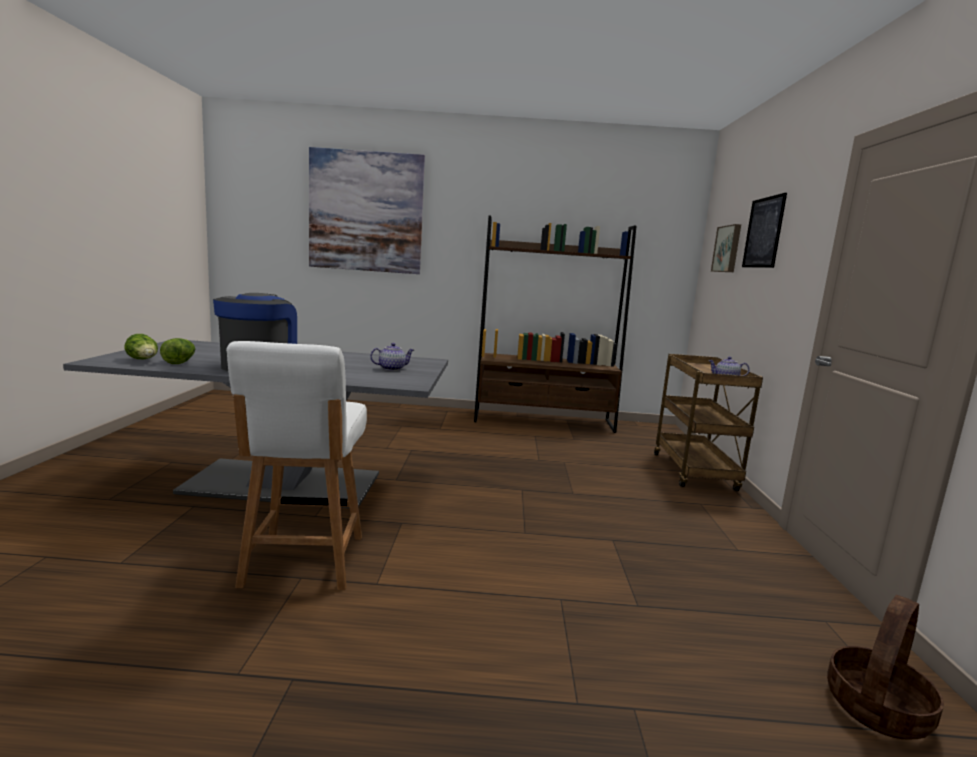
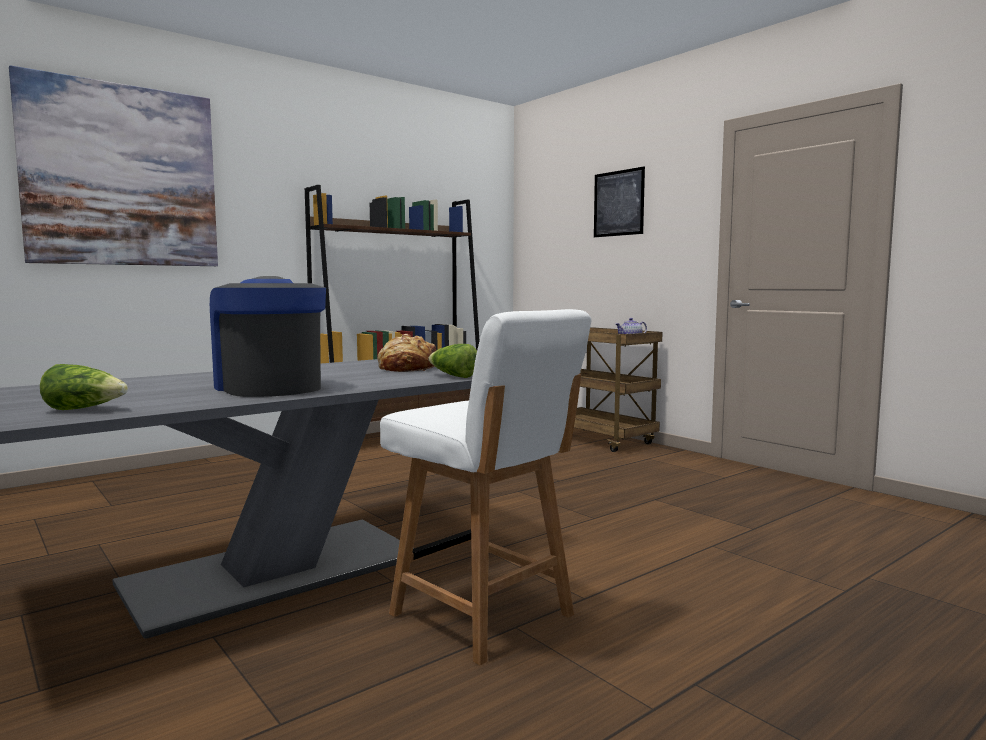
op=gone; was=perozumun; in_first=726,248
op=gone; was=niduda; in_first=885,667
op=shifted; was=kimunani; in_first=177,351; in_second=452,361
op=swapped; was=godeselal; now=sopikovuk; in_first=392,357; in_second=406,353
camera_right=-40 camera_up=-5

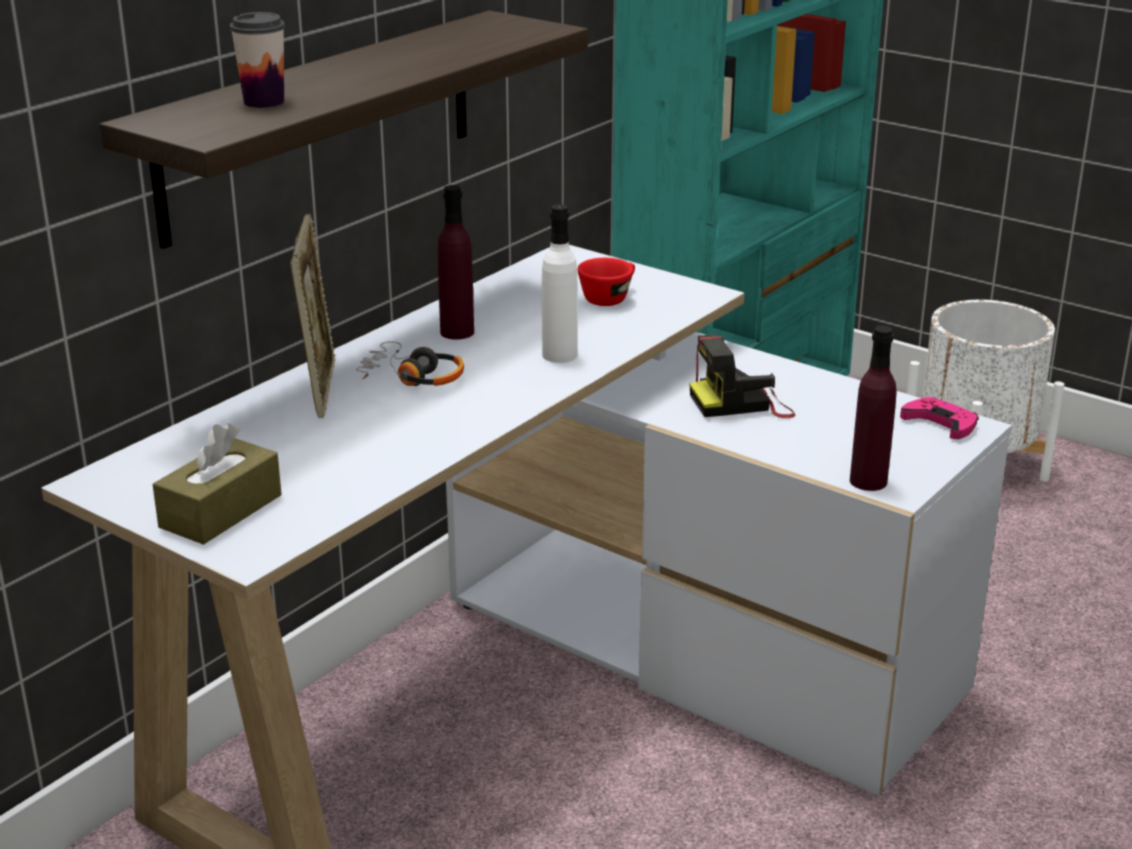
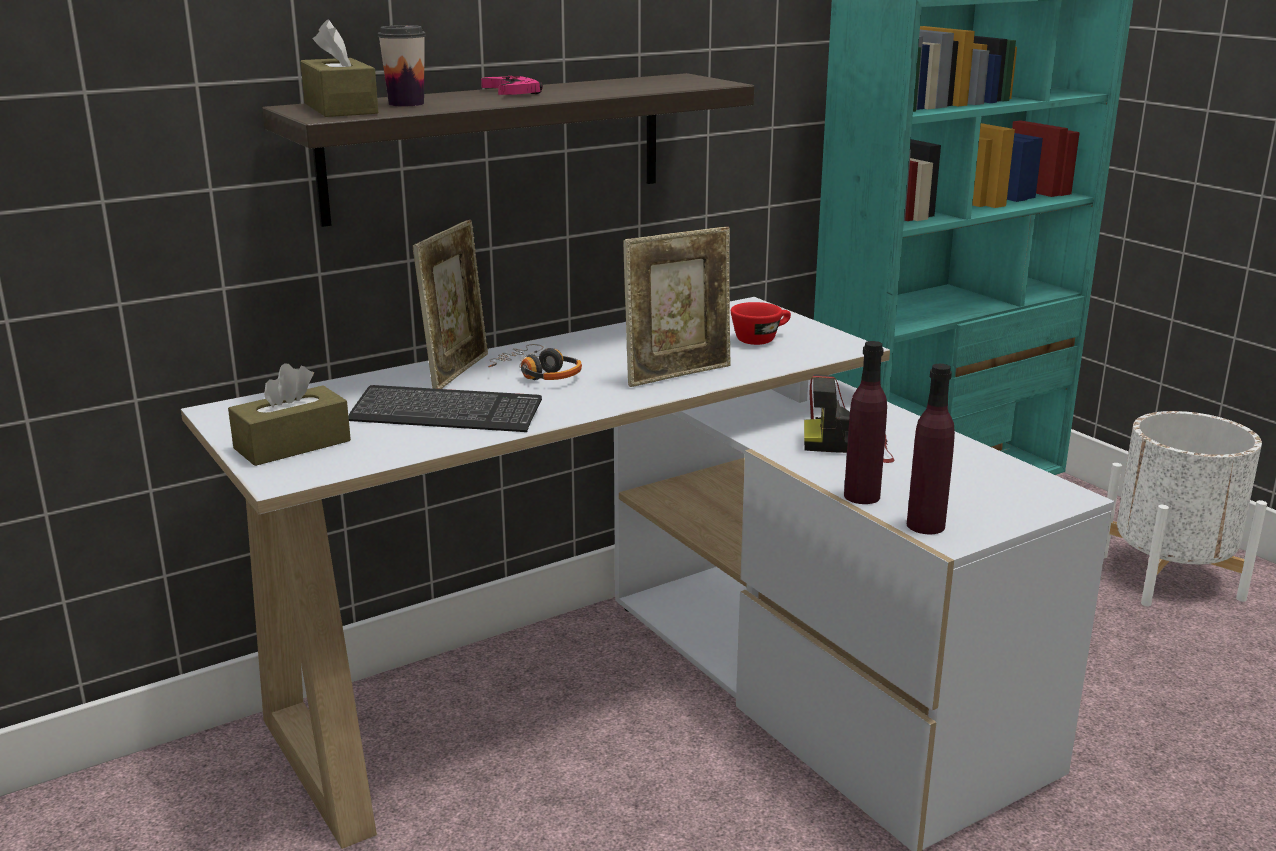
op=new; now=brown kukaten; in_second=339,68
op=new; now=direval; in_second=445,408
op=shifted; was=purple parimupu; in_first=455,262; in_second=865,422
op=shifted; was=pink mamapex; in_first=939,418; in_second=512,85
op=swapped; was=white parimupu; now=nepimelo; in_first=559,283; in_second=677,307
camera_right=20 camera_up=-5

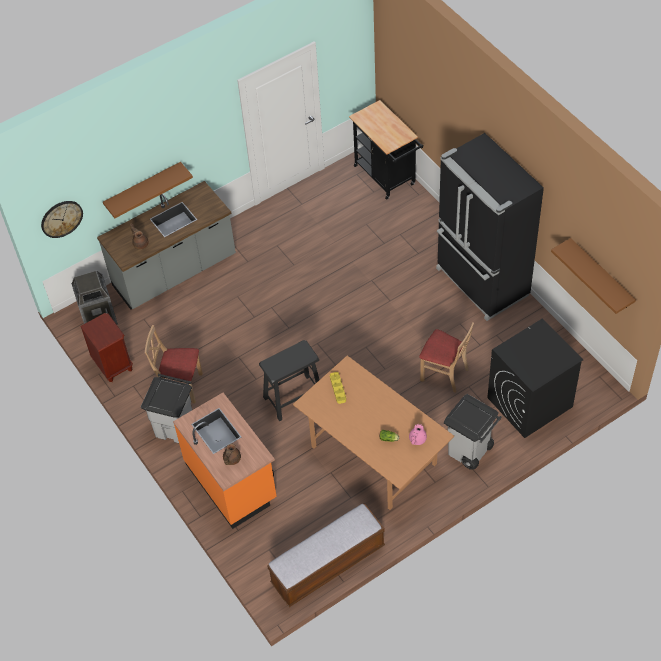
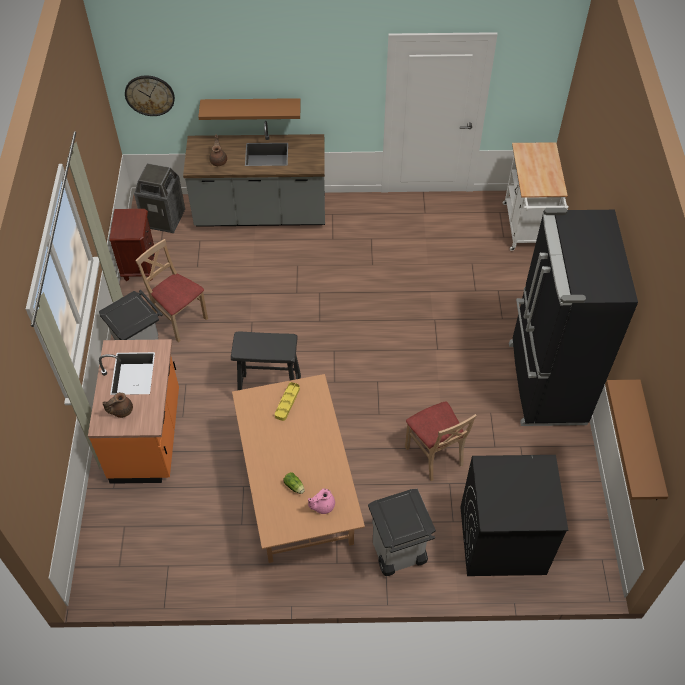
op=gone; was=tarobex; in_first=326,555
op=repainted; was=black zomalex; now=white zomalex; in_first=386,150; in_second=535,196
camera_right=30 camera_up=0

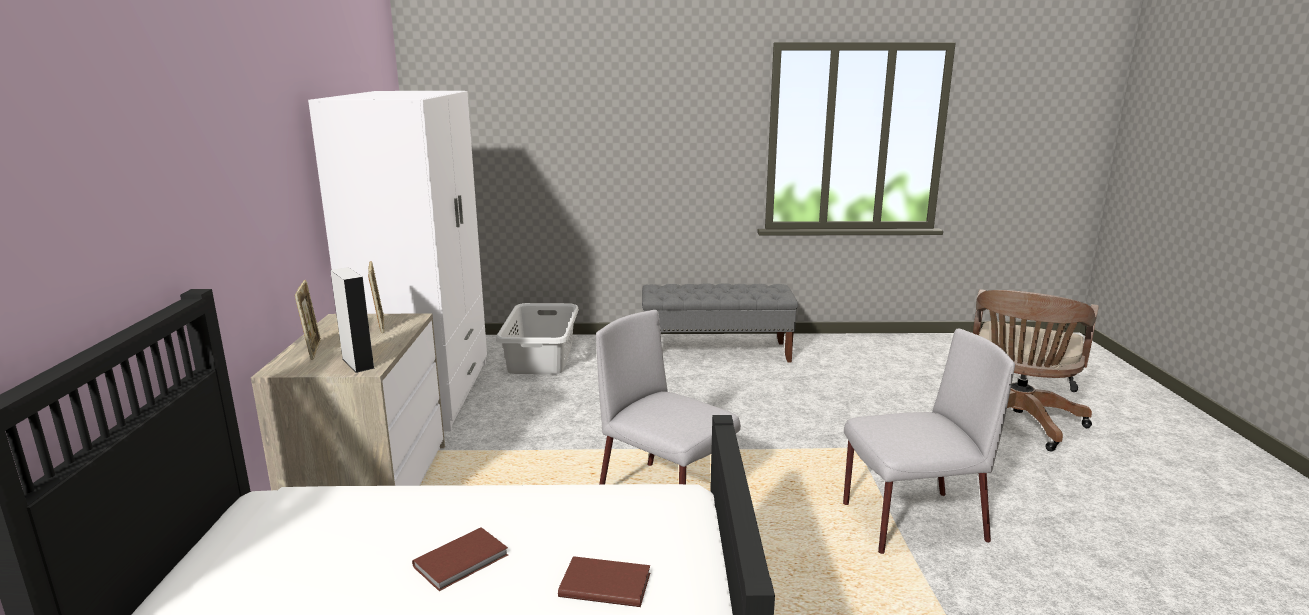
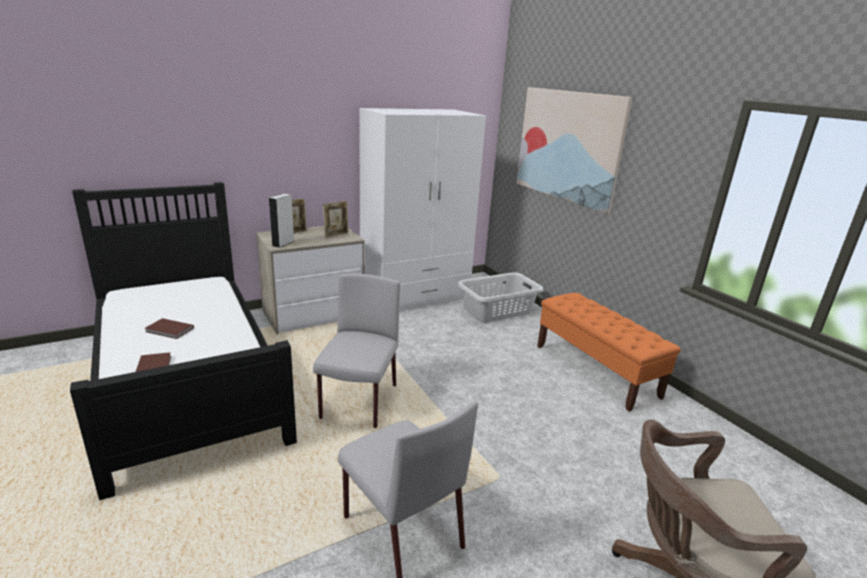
op=new; now=perozumun; in_second=574,150
op=repainted; was=grey tarobex; now=orange tarobex; in_first=720,323; in_second=609,352
camera_right=60 camera_up=5

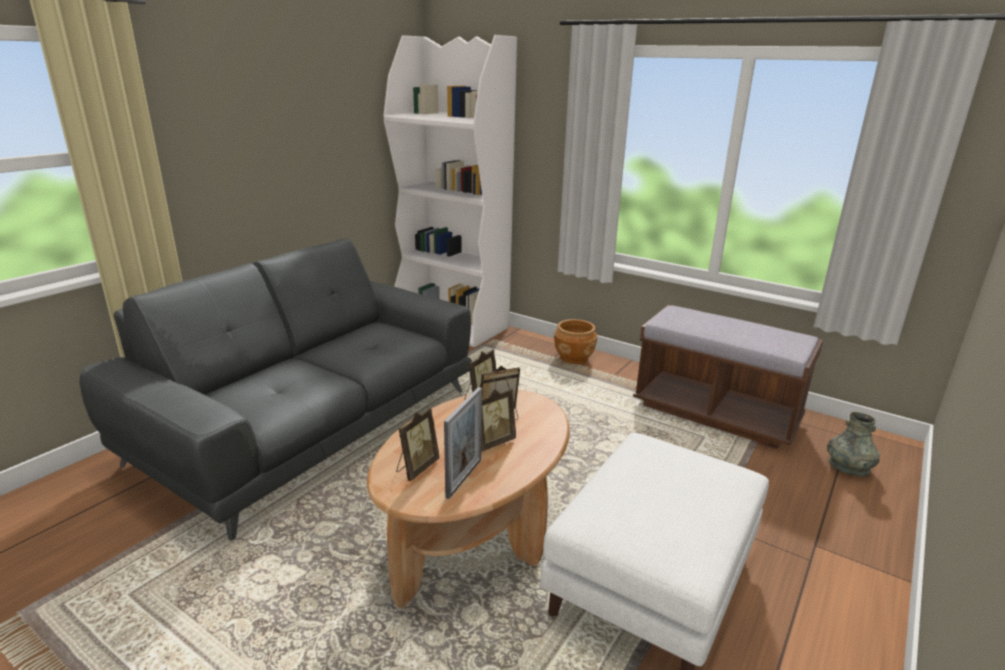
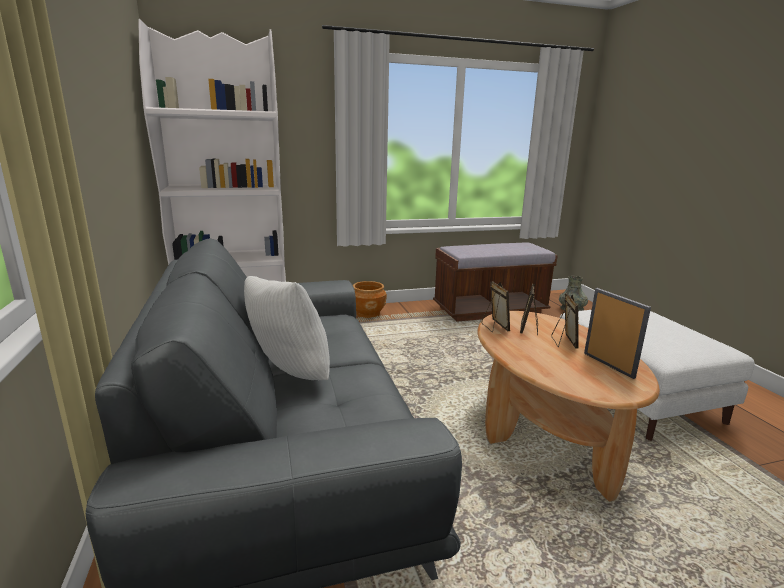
op=gone; was=nepimelo; in_first=418,444
op=new; now=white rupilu; in_second=287,328
camera_right=-50 camera_up=-5

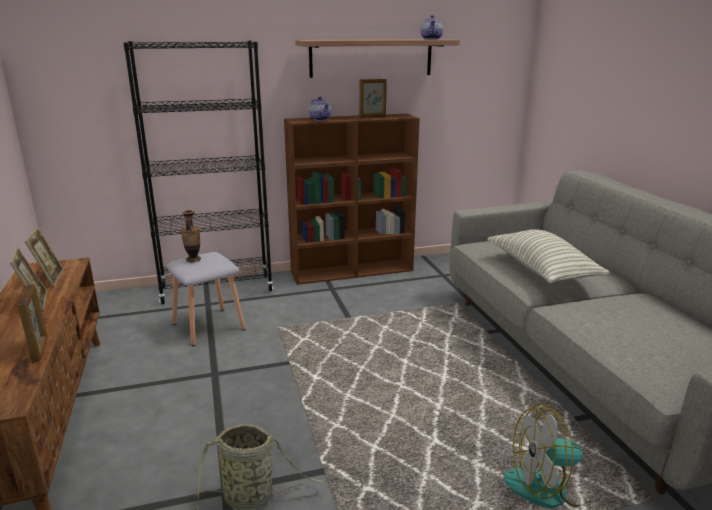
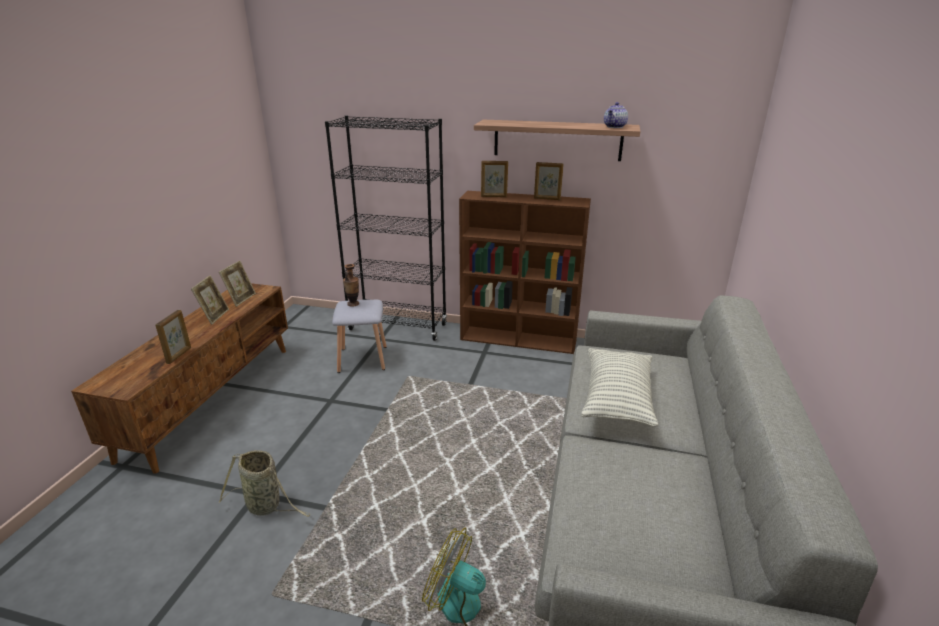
op=swapped; was=godeselal; now=nepimelo; in_first=320,109; in_second=494,179
camera_right=30 camera_up=5

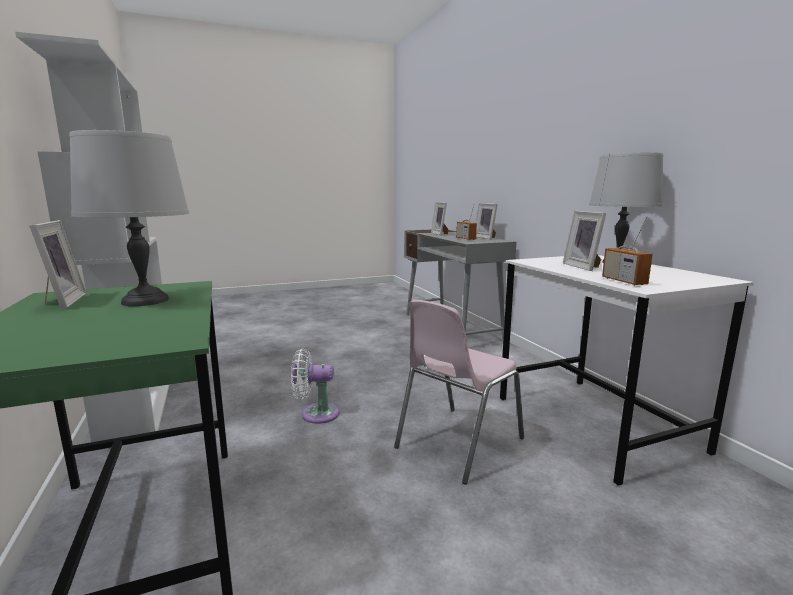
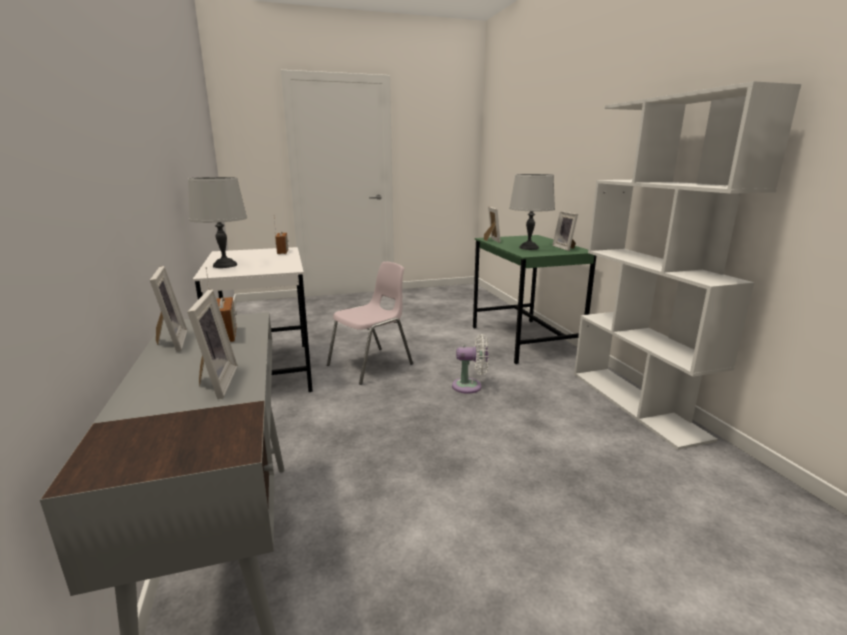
op=shifted; was=nepimelo; in_first=584,241; in_second=492,224
camera_right=-175 camera_up=5

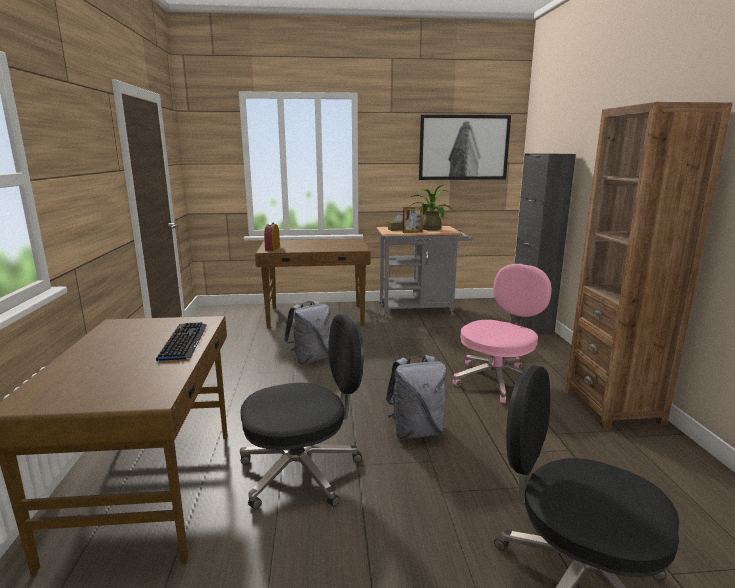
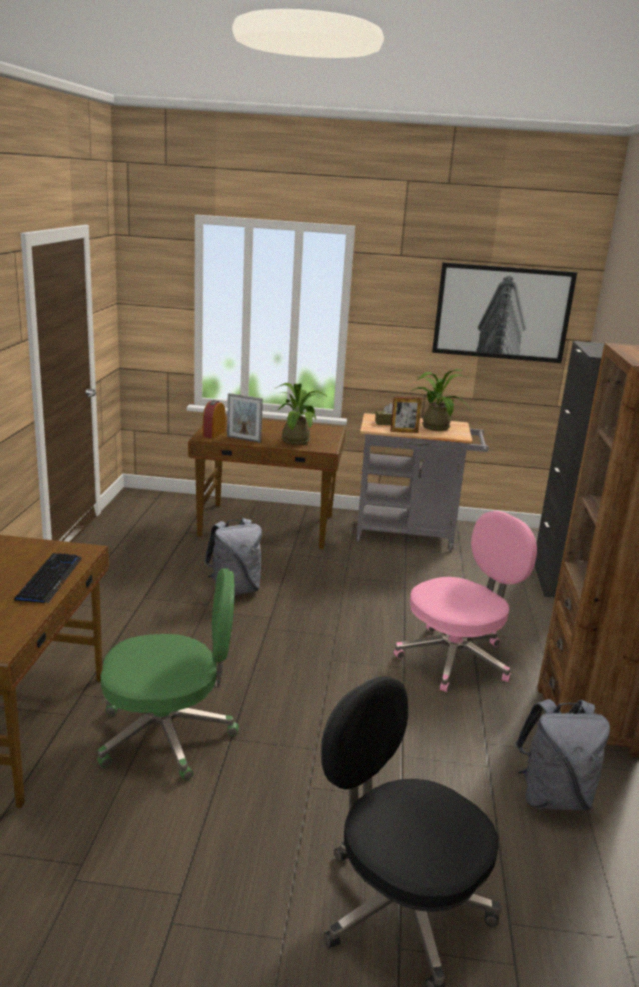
op=new; now=nepimelo; in_second=245,418
op=new; now=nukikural; in_second=301,414
op=shifted; was=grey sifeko; in_first=415,397; in_second=562,755
op=repainted; was=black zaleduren; now=green zaleduren; in_first=302,412; in_second=168,674
camera_right=10 camera_up=5

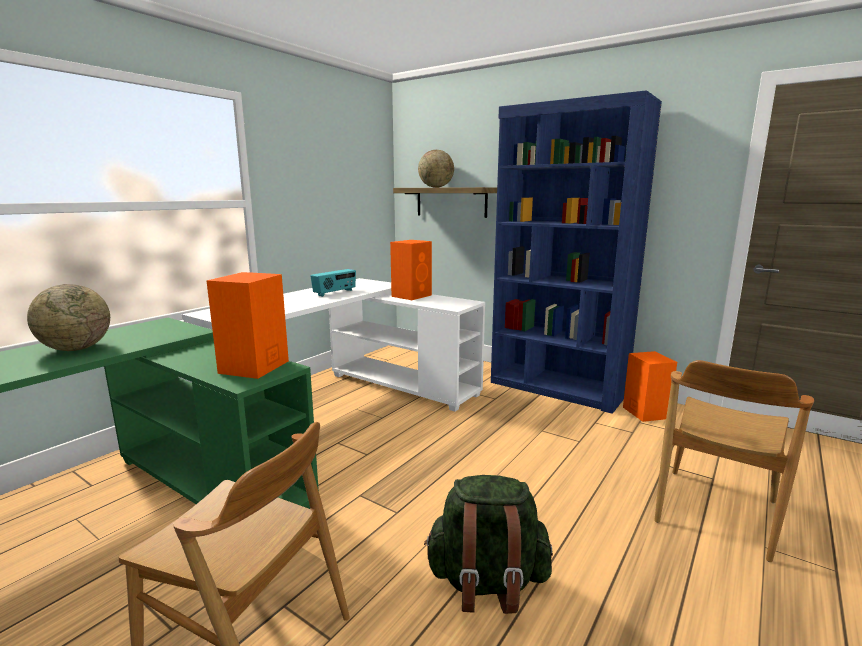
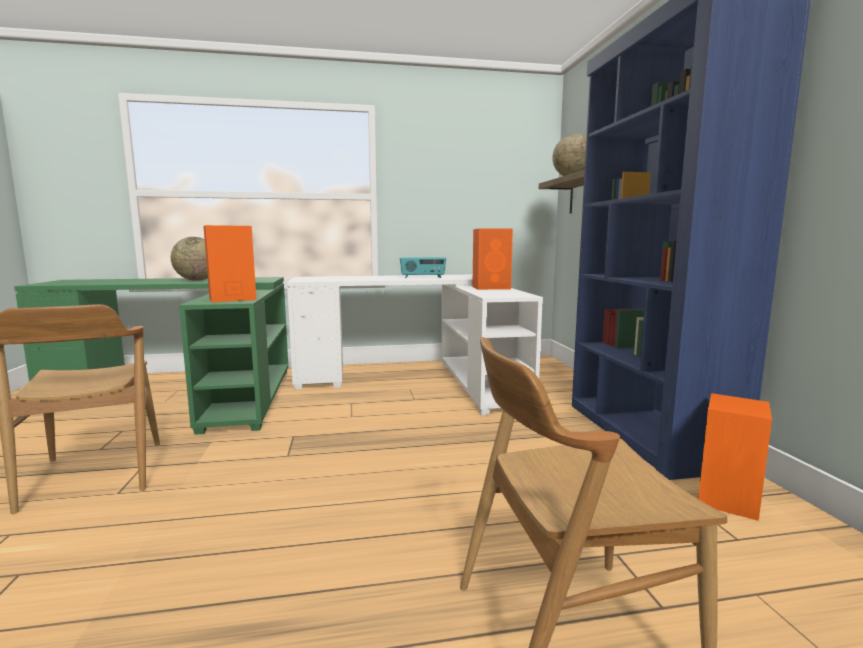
op=gone; was=green sifeko; in_first=488,544
camera_right=45 camera_up=-5

